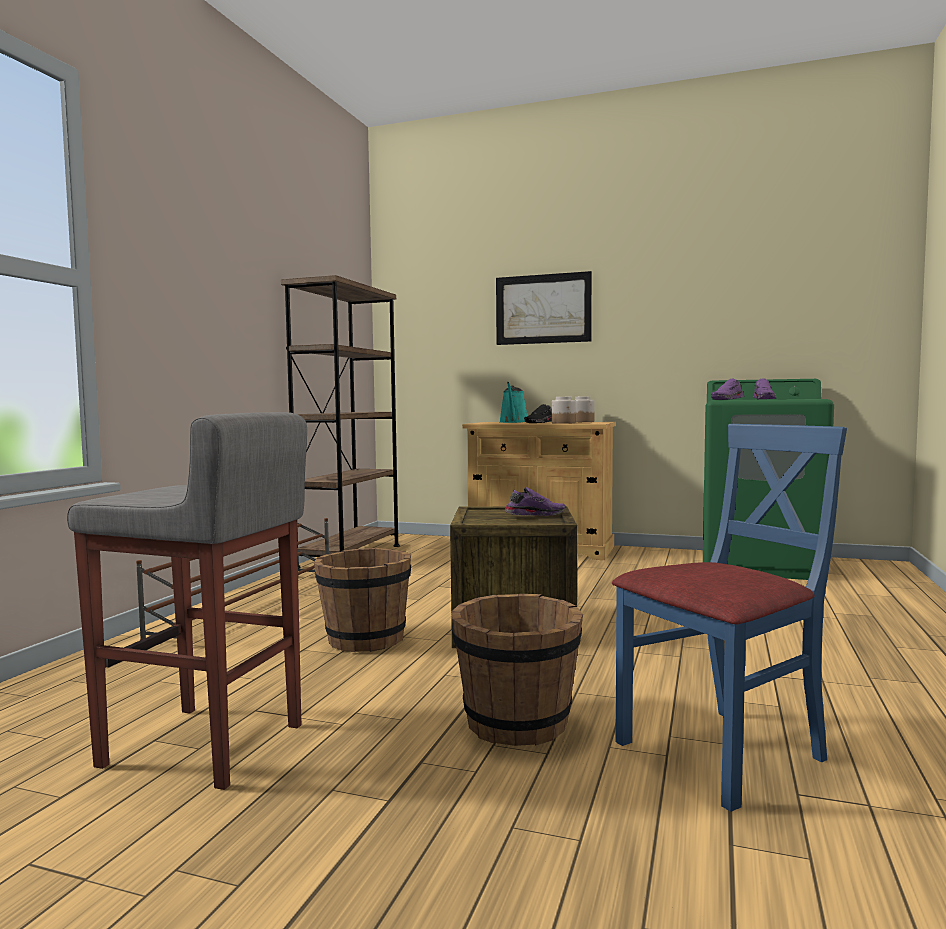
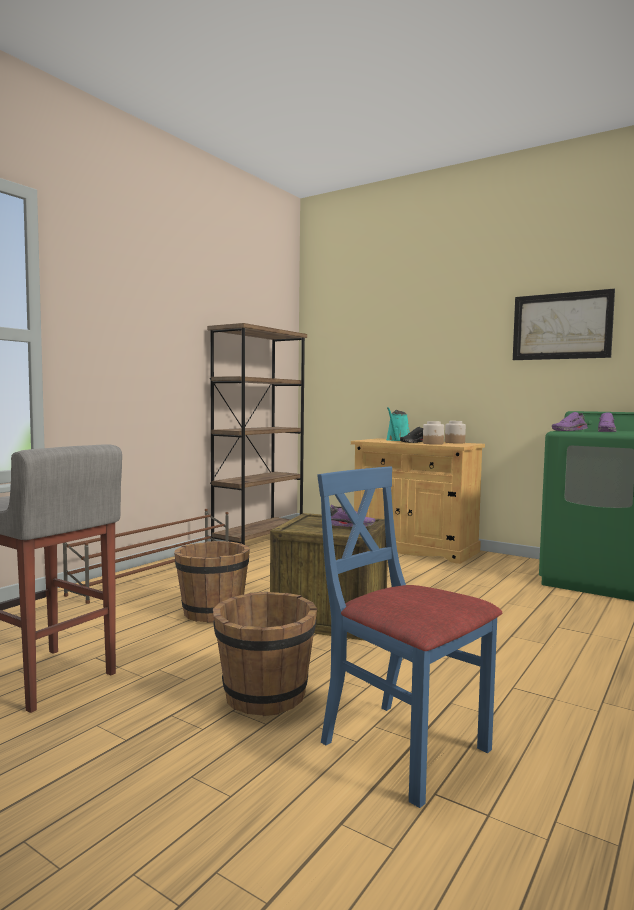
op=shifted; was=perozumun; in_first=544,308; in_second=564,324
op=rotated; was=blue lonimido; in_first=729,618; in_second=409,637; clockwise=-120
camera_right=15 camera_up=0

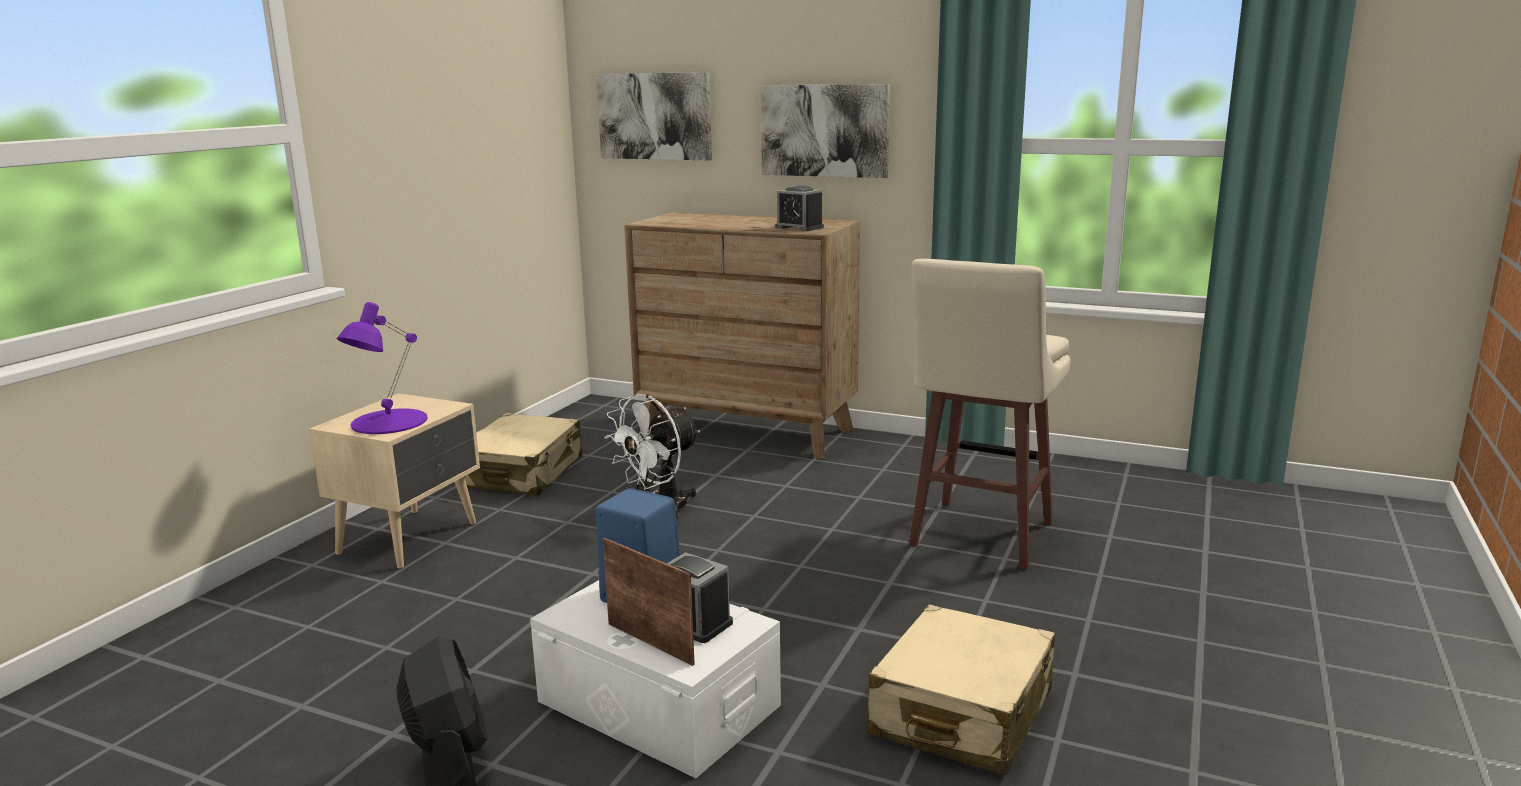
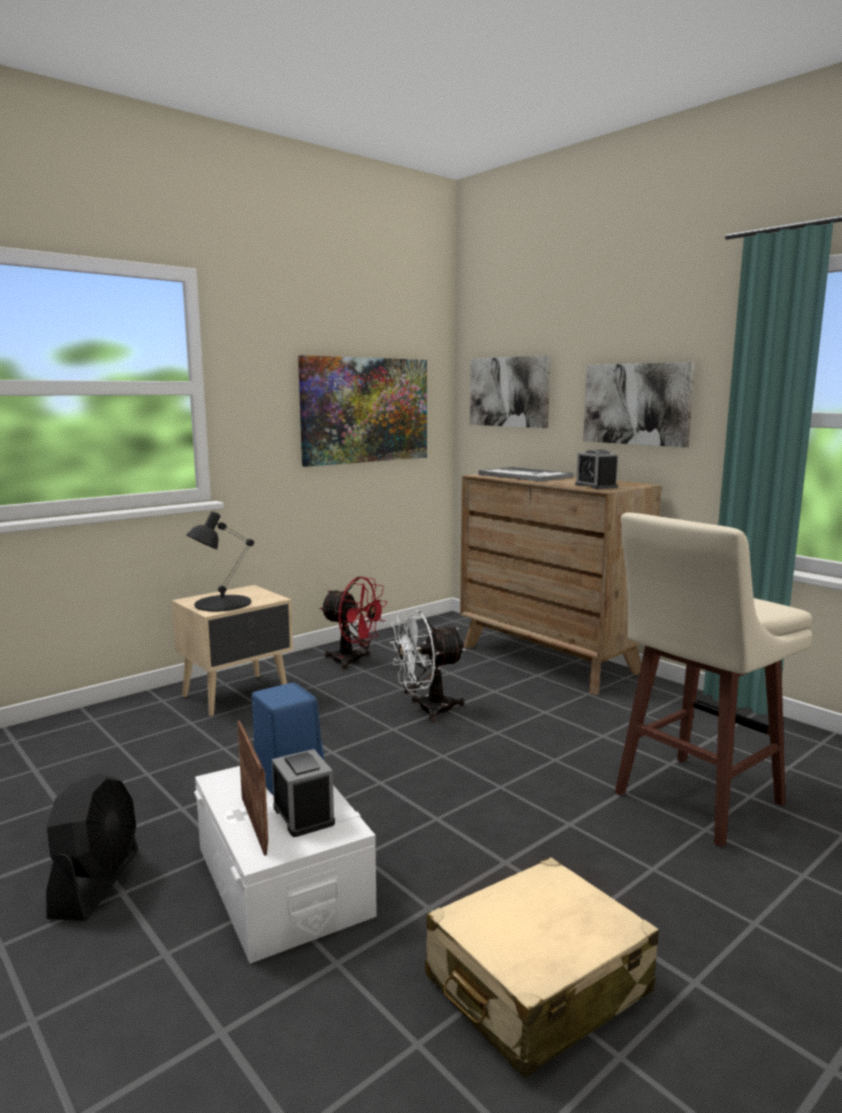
op=new; now=perozumun; in_second=362,411
op=new; now=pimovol; in_second=526,474
op=swapped; was=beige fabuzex; now=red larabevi; in_first=523,454; in_second=353,623
op=repainted; was=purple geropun; now=black geropun; in_first=382,368; in_second=220,561
camera_right=25 camera_up=-5

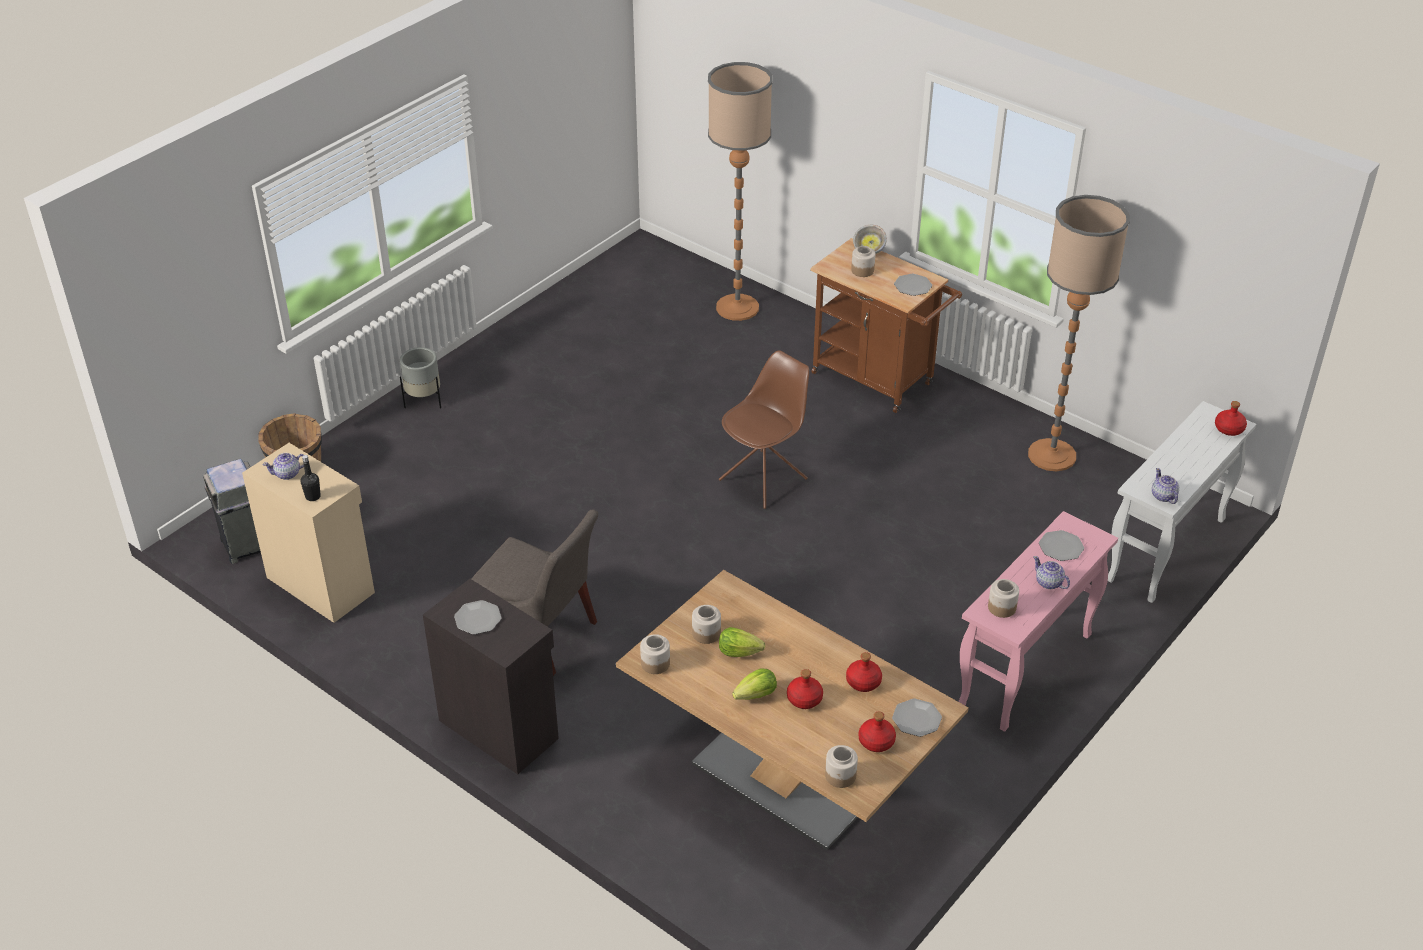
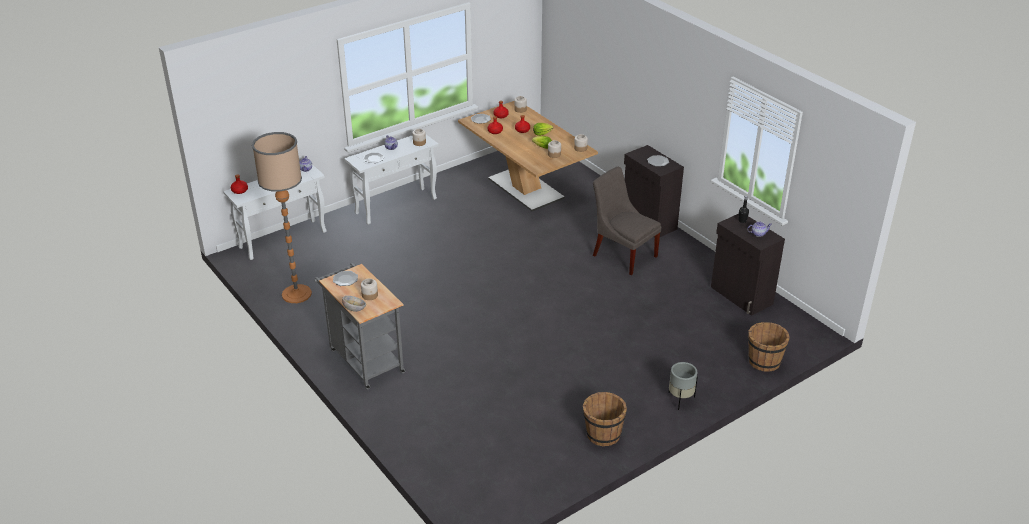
op=gone; was=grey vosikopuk; in_first=232,511
op=gone; was=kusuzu; in_first=740,191
op=gone; was=brown lonimido; in_first=764,429
op=new; now=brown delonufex; in_second=605,419
op=repainted; was=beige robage; now=black robage; in_first=308,533; in_second=748,265
op=repainted; was=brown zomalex; now=grey zomalex; in_first=886,325; in_second=360,326
op=repainted; was=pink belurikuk; now=white belurikuk; in_first=1038,621; in_second=391,180
camera_right=-165 camera_up=-5

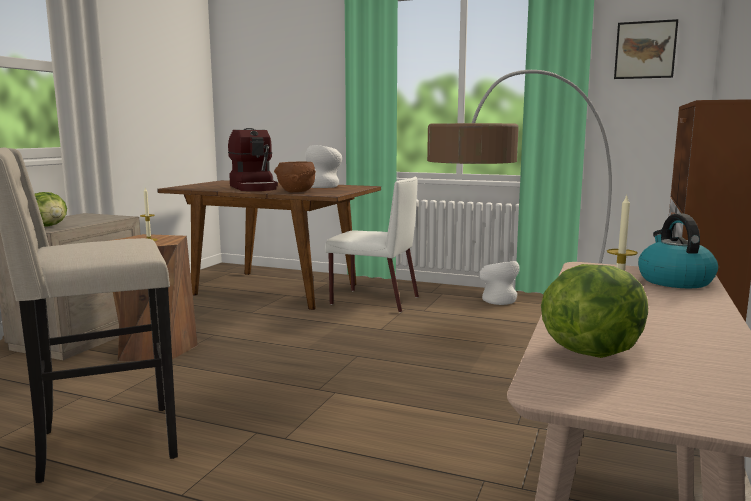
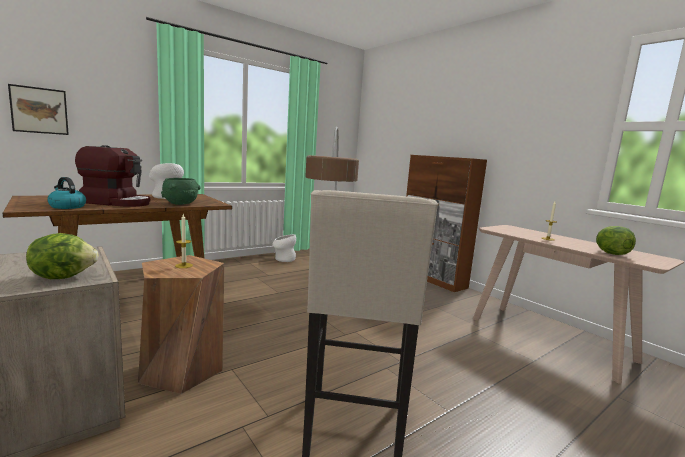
op=gone; was=white lonimido; in_first=372,245
op=shifted; was=perozumun; in_first=646,49; in_second=38,109
op=shifted; was=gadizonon; in_first=678,250; in_second=66,193
op=repainted; was=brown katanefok; now=green katanefok; in_first=295,177; in_second=180,191
camera_right=-60 camera_up=0

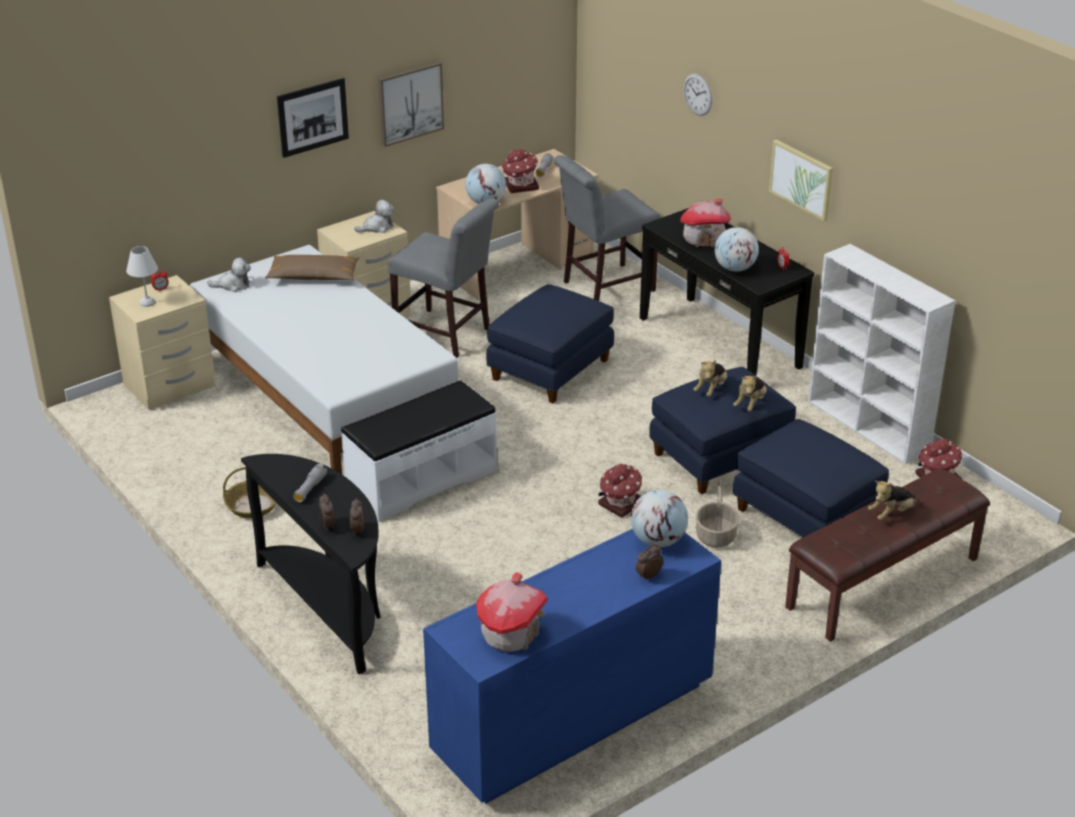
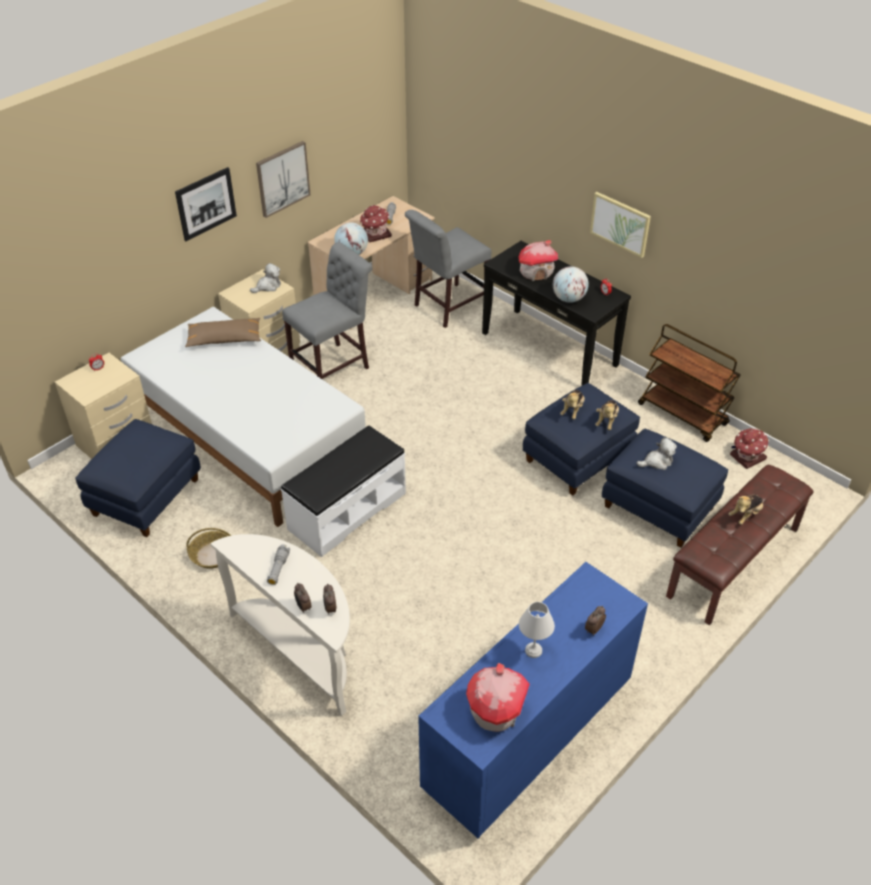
op=gone; was=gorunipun; in_first=620,490
op=gone; was=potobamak; in_first=659,518
op=gone; was=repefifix; in_first=698,94
op=gone; was=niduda; in_first=717,514
op=shifted; was=white geropun; in_first=142,276; in_second=537,630
op=shifted; was=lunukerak; in_first=229,274; in_second=656,453
op=shifted; was=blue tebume; in_first=550,343; in_second=138,478
op=swapped; was=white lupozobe; now=brown zomalex; in_first=881,354; in_second=689,383
op=repainted; was=black belurikuk; now=white belurikuk; in_first=311,564; in_second=280,625
op=rotated; was=grey lonimido; in_first=443,278; in_second=327,310; clockwise=-60
camera_right=-10 camera_up=10

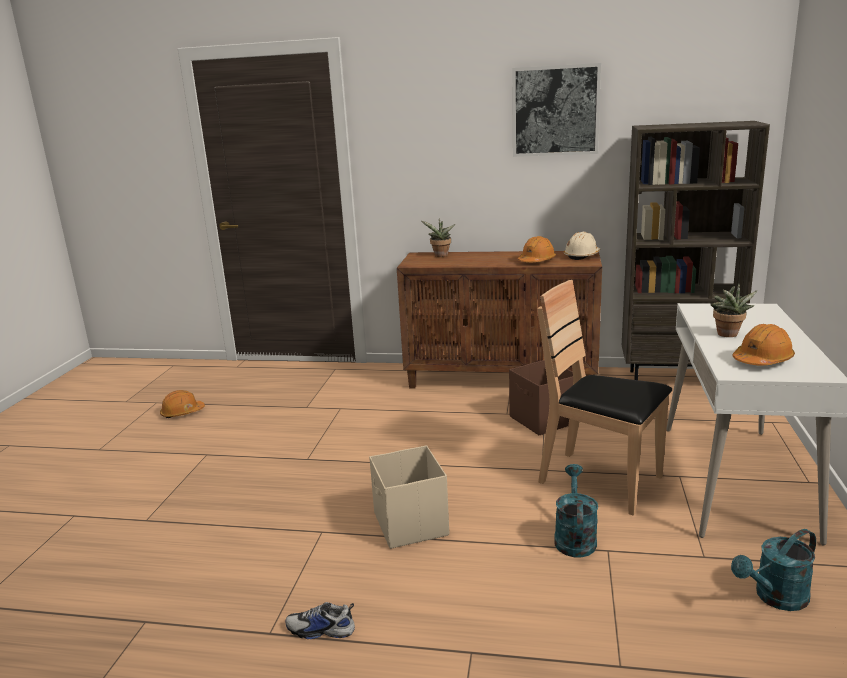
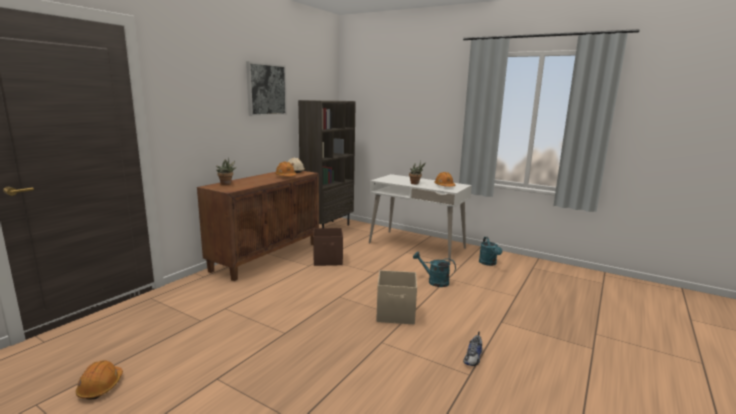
op=gone; was=brown lonimido; in_first=604,398
camera_right=-70 camera_up=-5

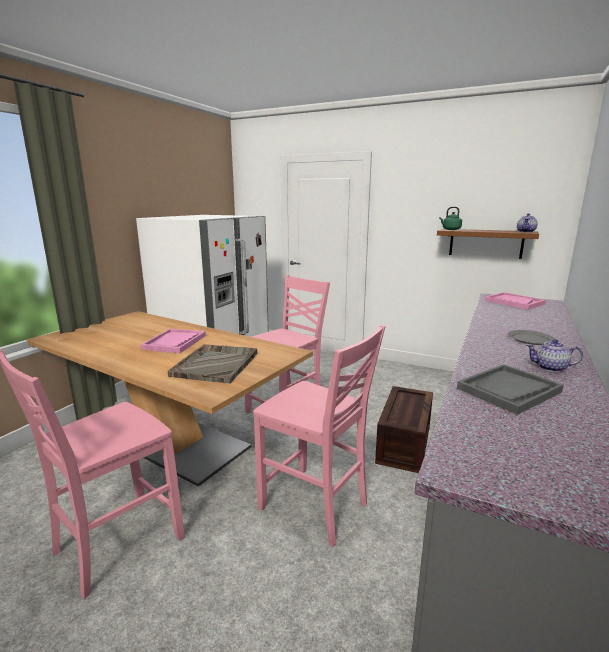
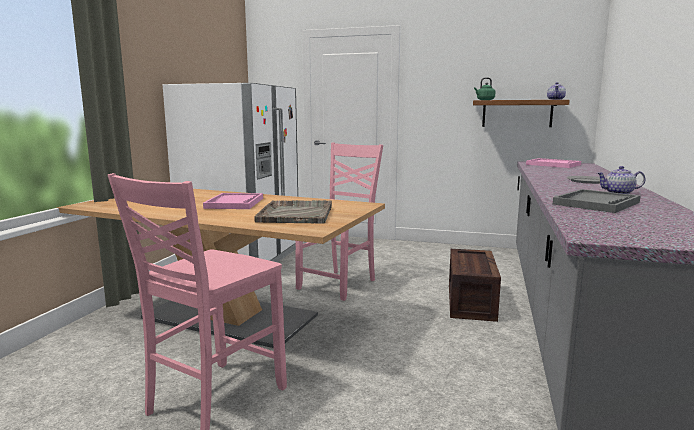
op=gone; was=pink lonimido; in_first=319,435
camera_right=-10 camera_up=-5

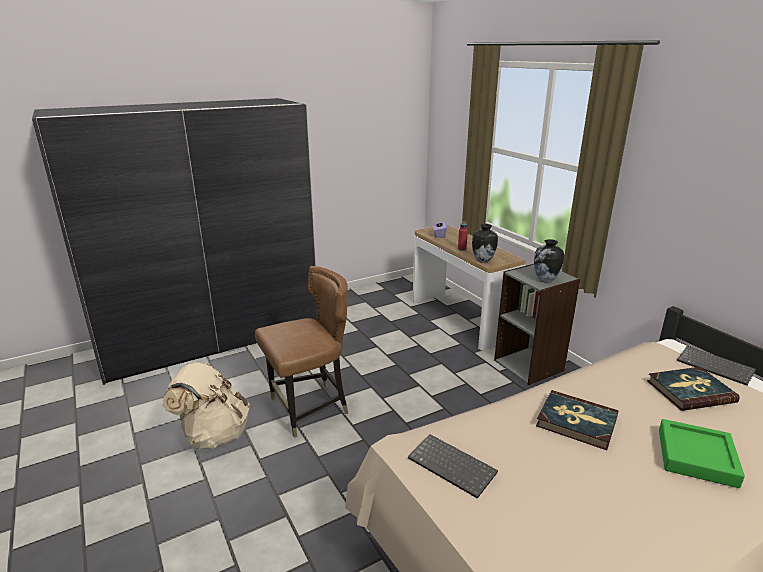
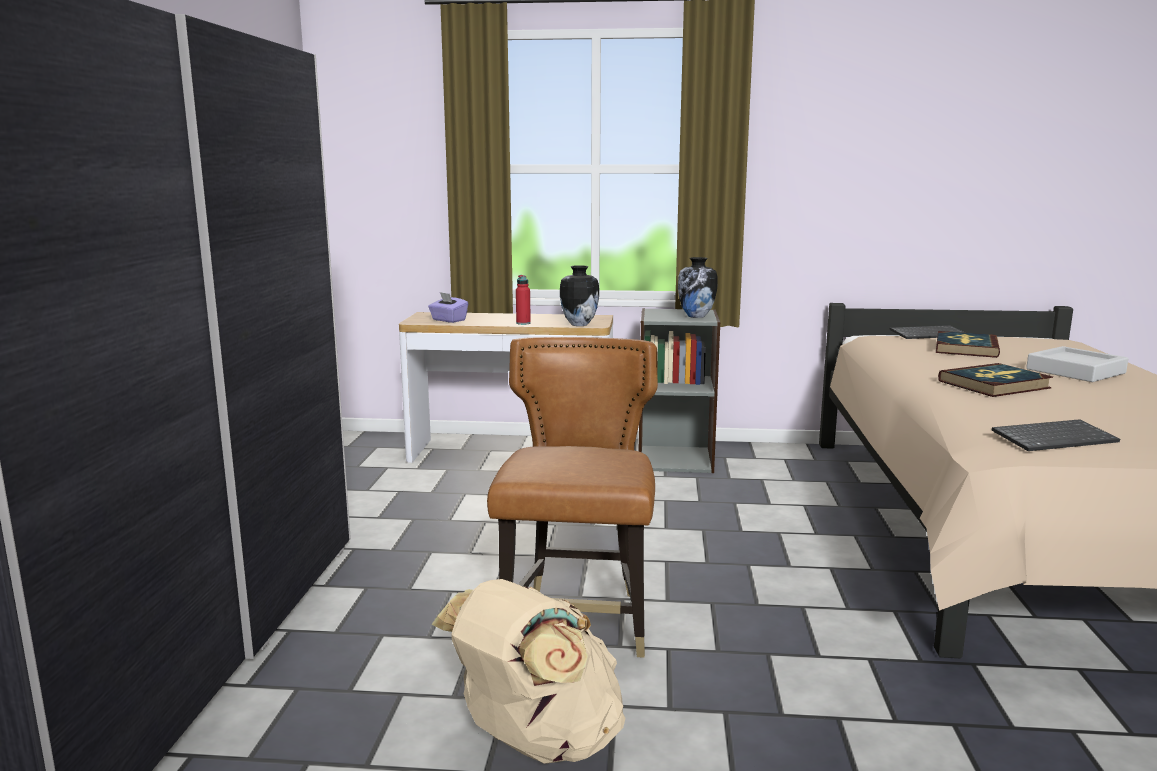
op=repainted; was=green pimovol; now=grey pimovol; in_first=702,453; in_second=1077,364
camera_right=-55 camera_up=-10

